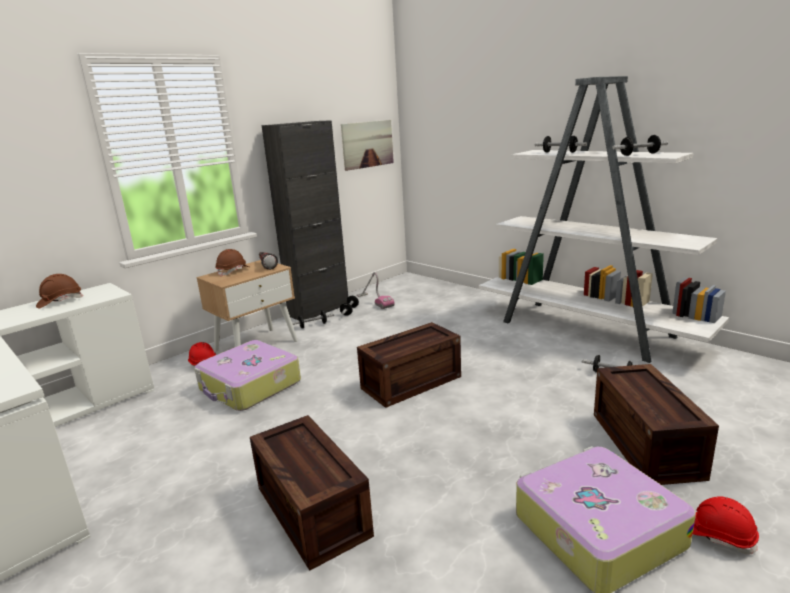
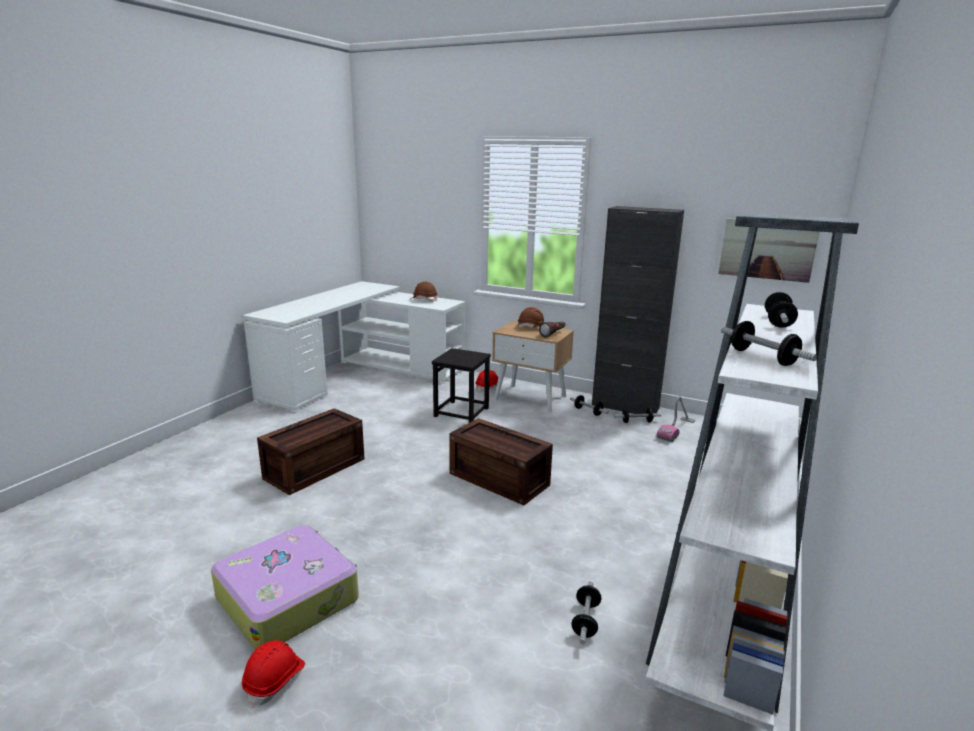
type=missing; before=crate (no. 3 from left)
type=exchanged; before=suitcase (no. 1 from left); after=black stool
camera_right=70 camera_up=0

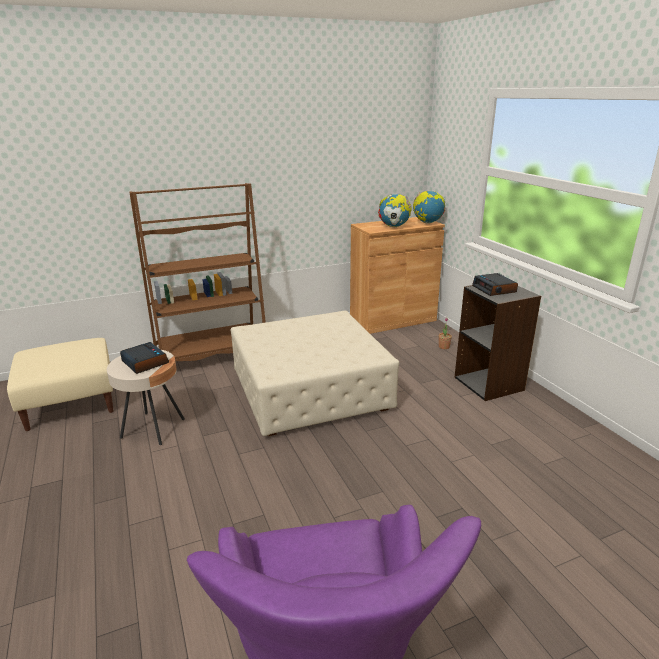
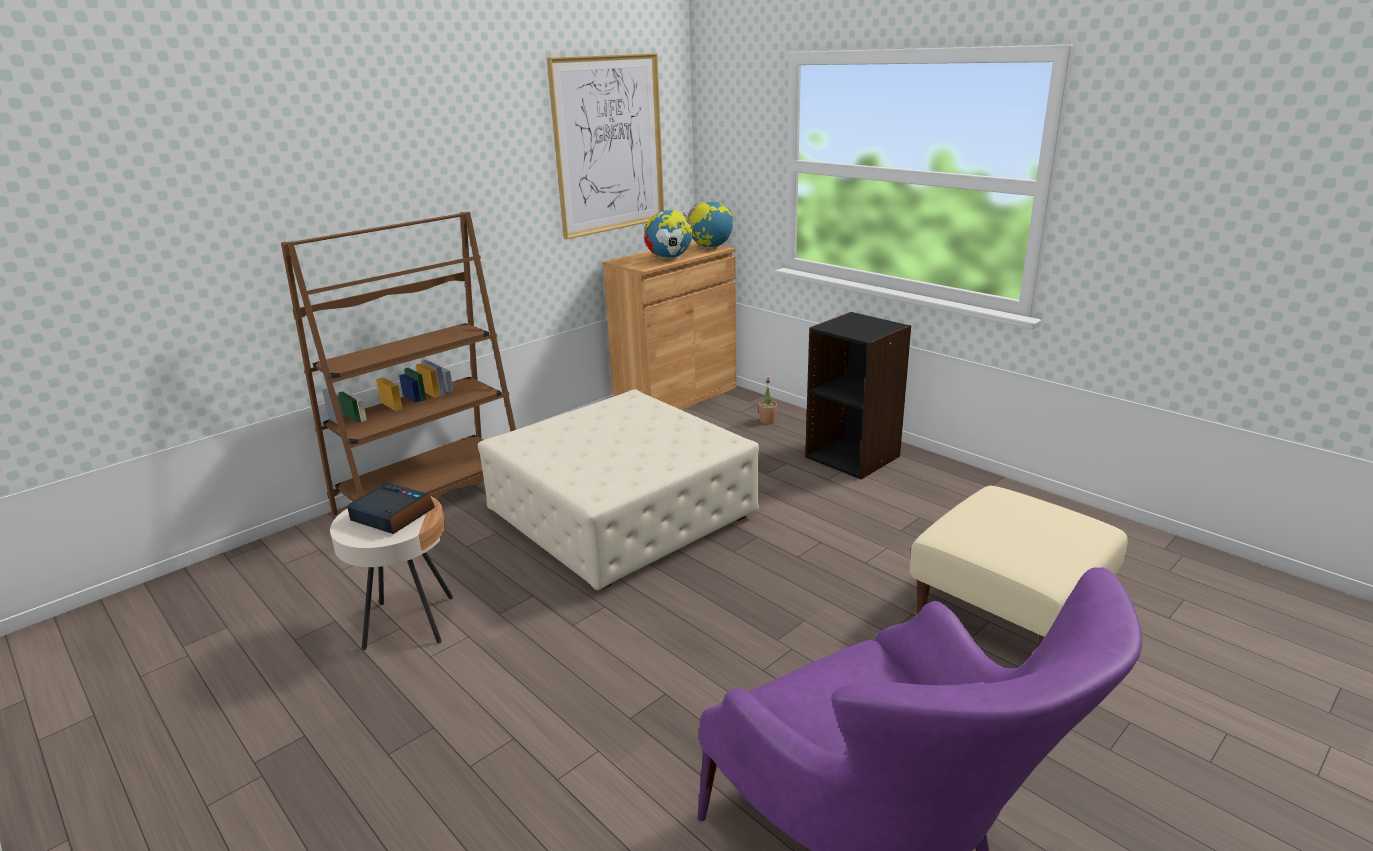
type=missing; before=alarm clock (no. 2 from left)
type=appeared; after=picture
type=relocated; before=beige ottoman (no. 1 from left in the first image); after=beige ottoman (no. 2 from left)
camera_right=-20 camera_up=0

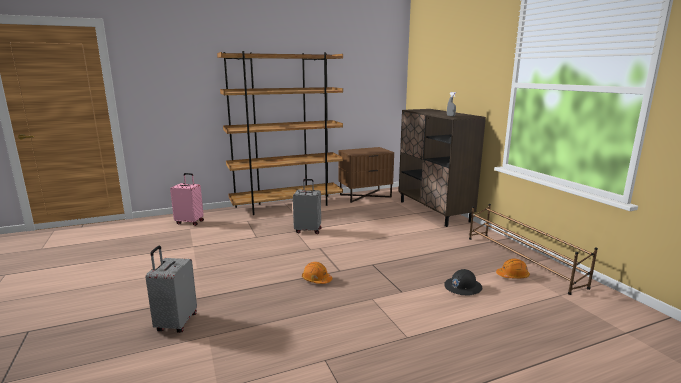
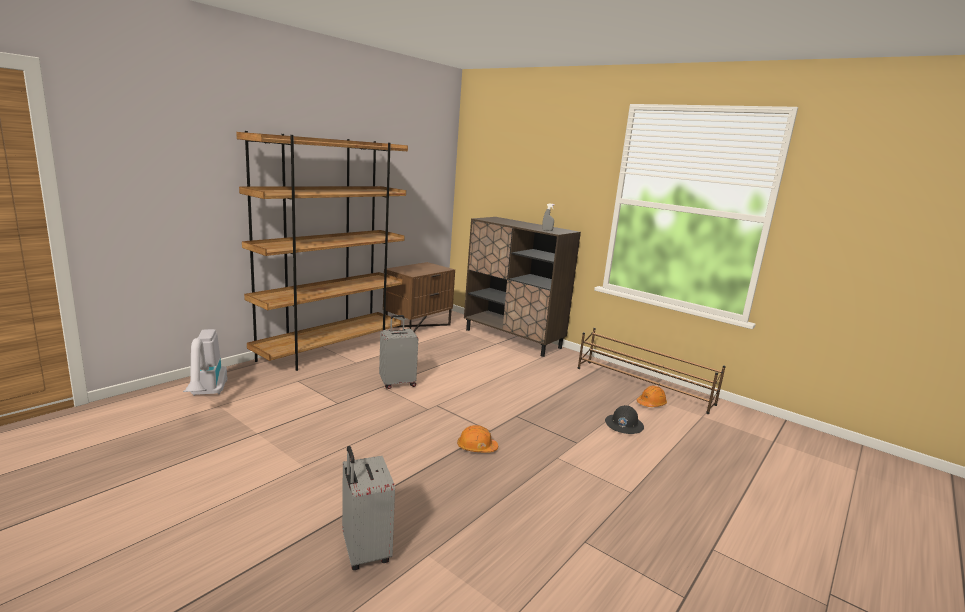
type=exchanged; before=pink suitcase; after=vacuum cleaner
camera_right=-30 camera_up=0

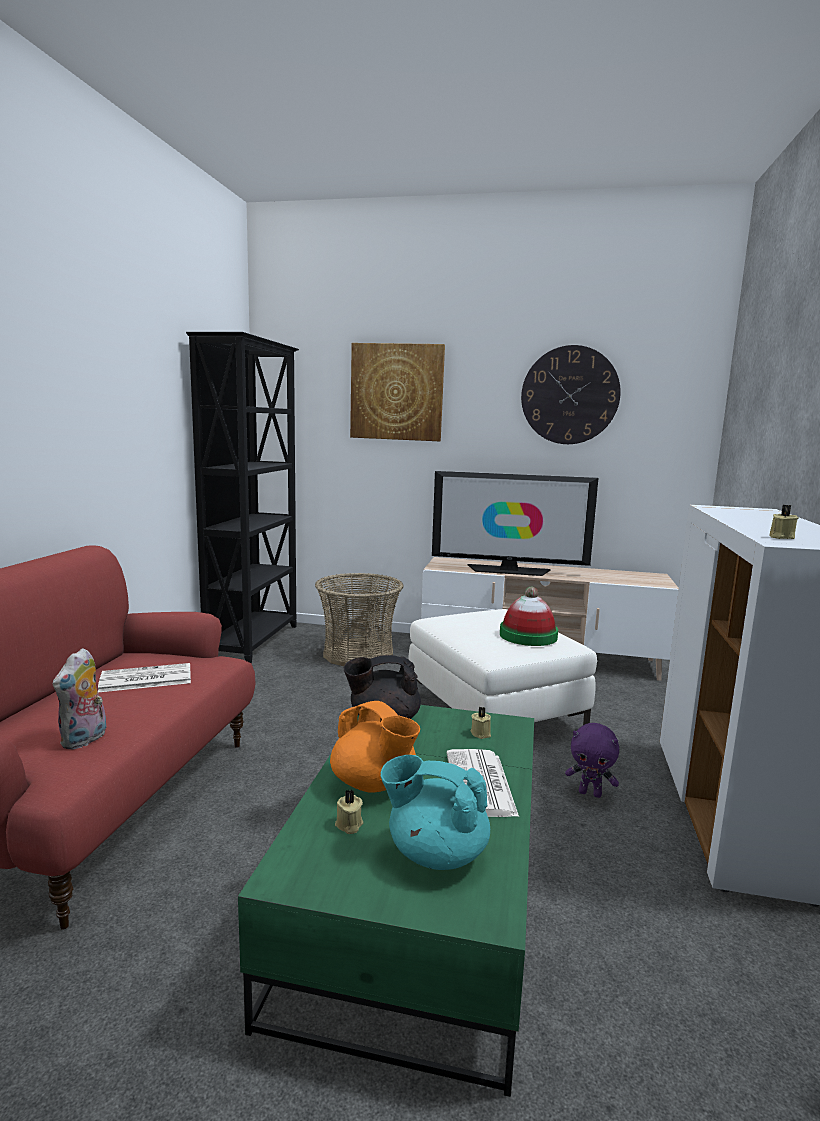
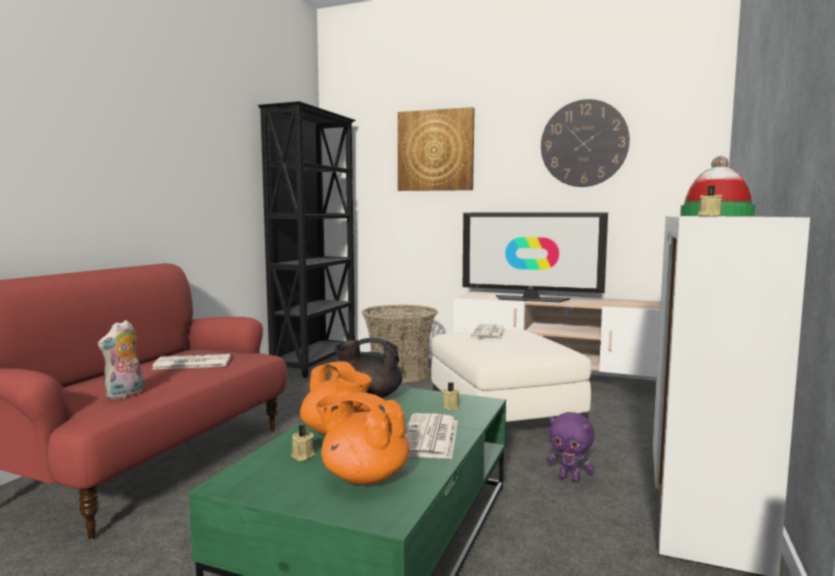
type=appeared; after=newspaper (no. 3 from left)
type=relocated; before=hat
type=colour; before=turquoise teapot; after=orange teapot (no. 2 from left)
camera_right=10 camera_up=-5

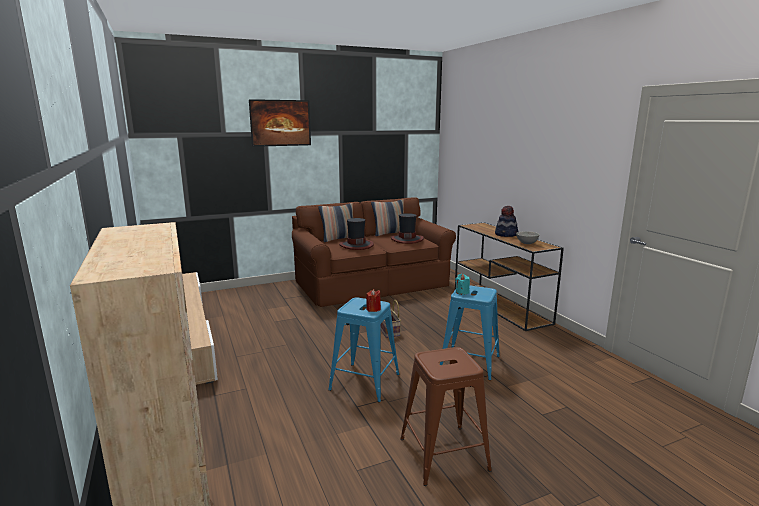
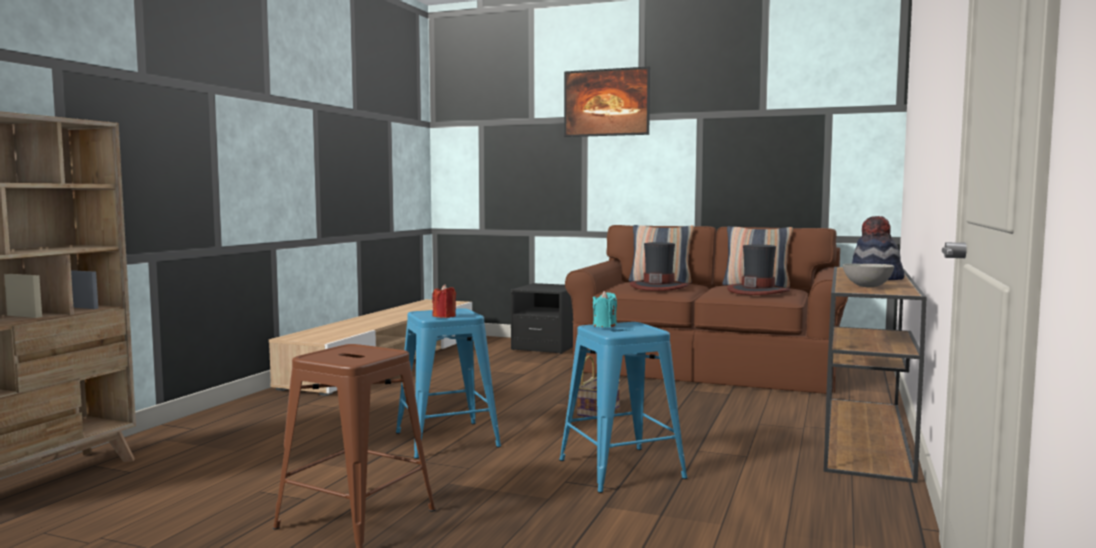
type=appeared; after=black nightstand
camera_right=45 camera_up=-10

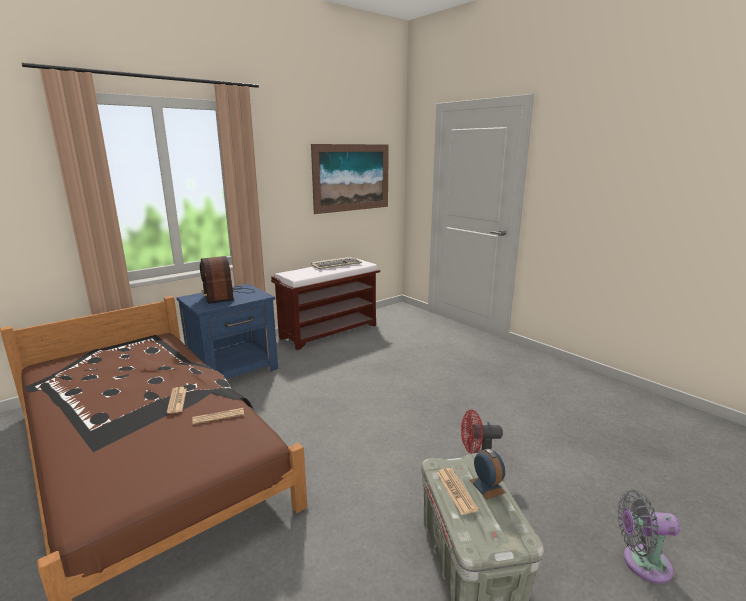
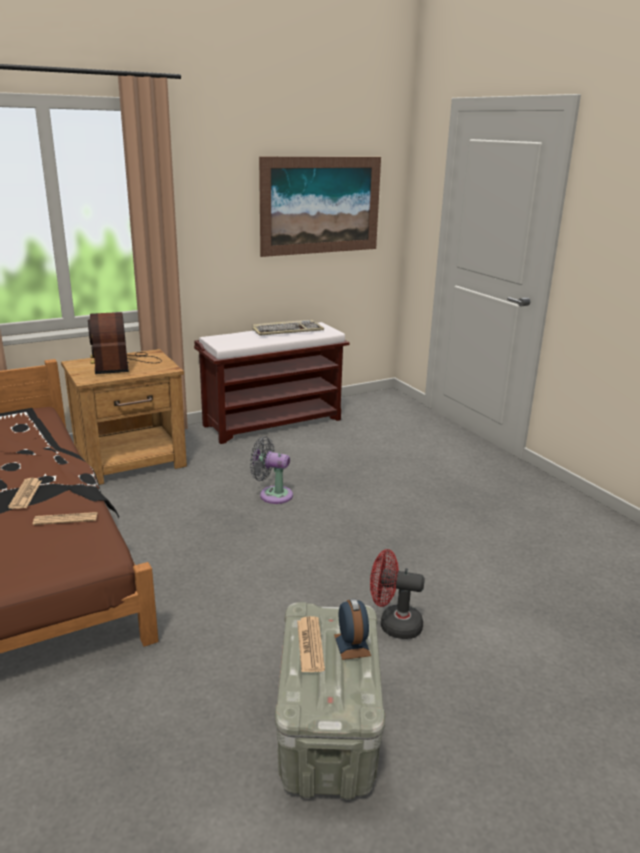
type=relocated; before=grey fan
type=colour; before=blue nightstand; after=brown nightstand
camera_right=10 camera_up=5

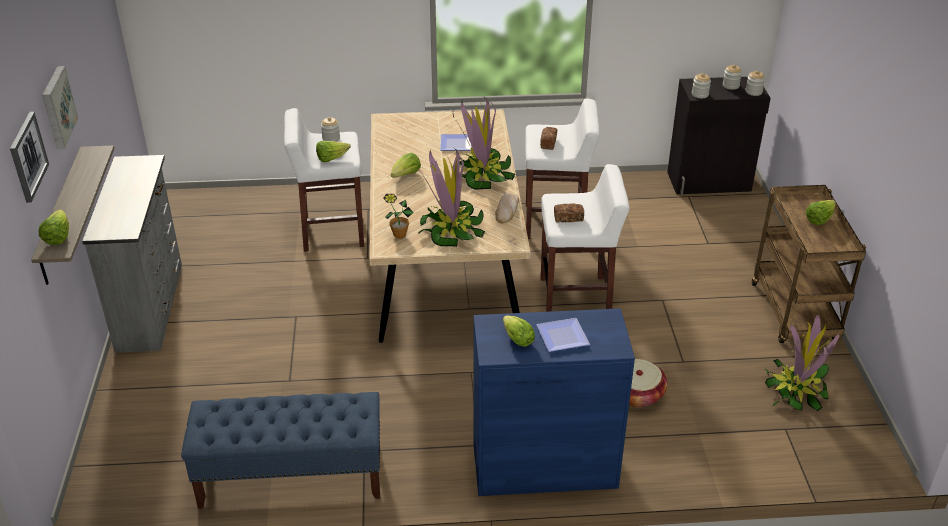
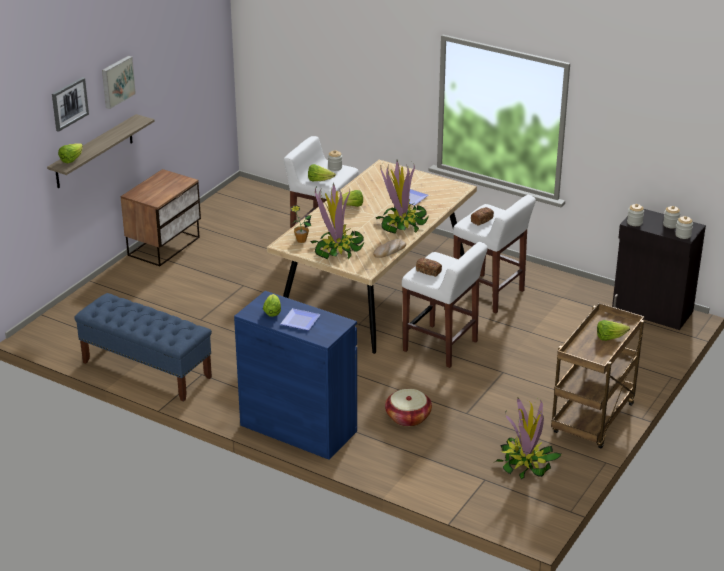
type=exchanged; before=grey dresser; after=nightstand
camera_right=35 camera_up=-5

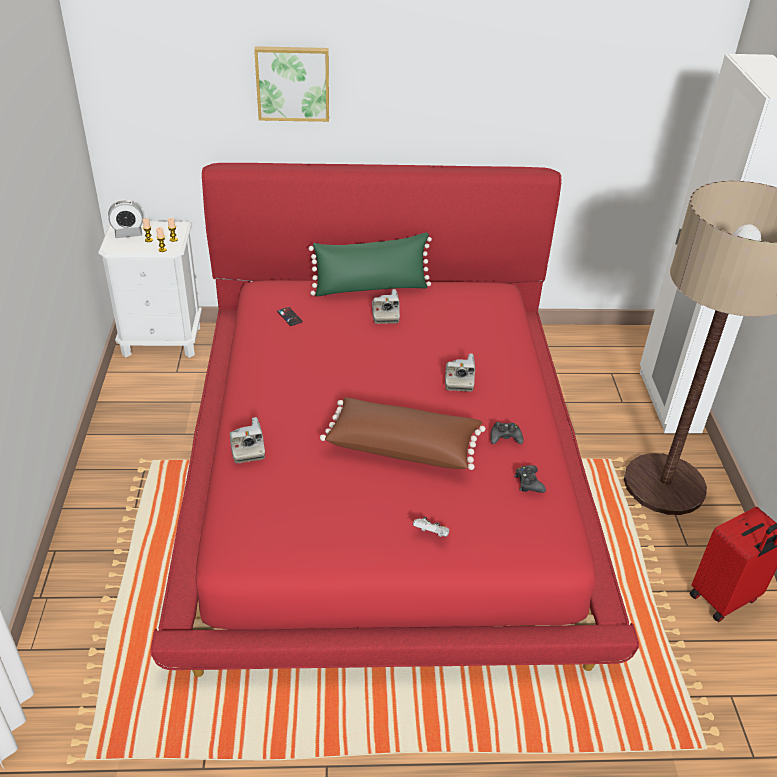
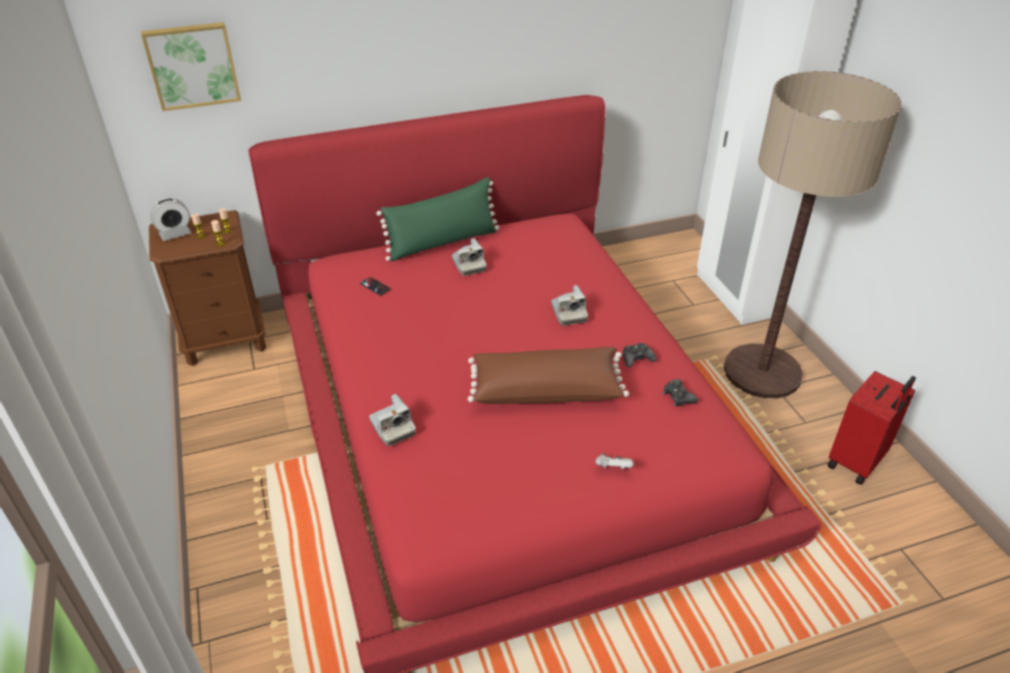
type=relocated; before=picture
type=colour; before=white nightstand; after=brown nightstand
camera_right=-15 camera_up=0

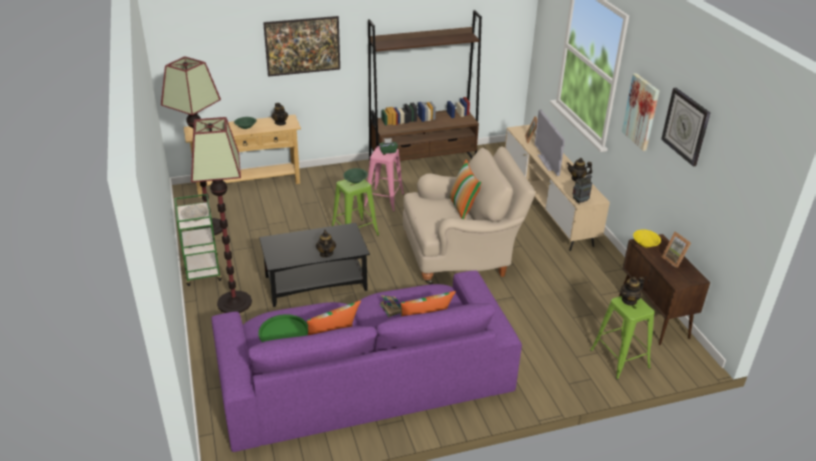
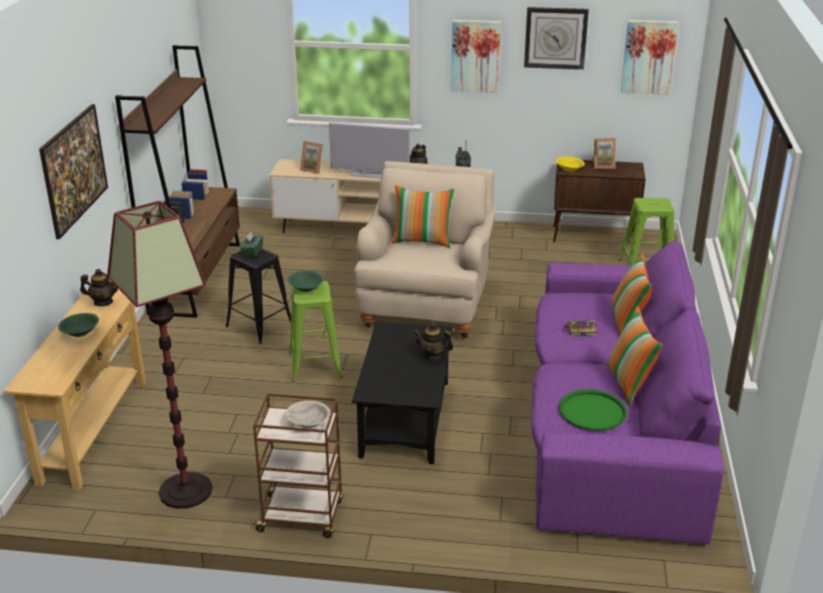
type=missing; before=floor lamp (no. 2 from left)
type=missing; before=teapot (no. 4 from left)
type=appeared; after=picture (no. 3 from left)
type=colour; before=green cart; after=brown cart
type=colour; before=pink stool; after=black stool
camera_right=-65 camera_up=-5

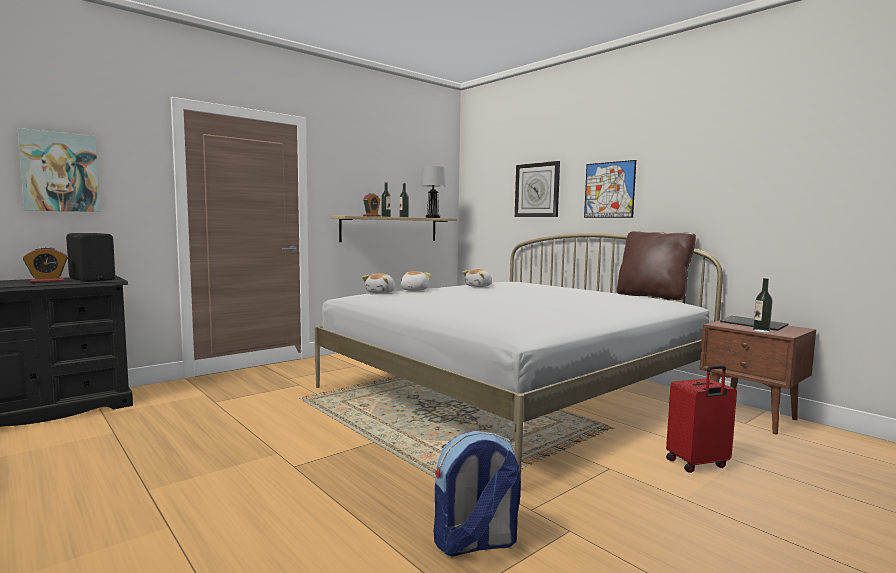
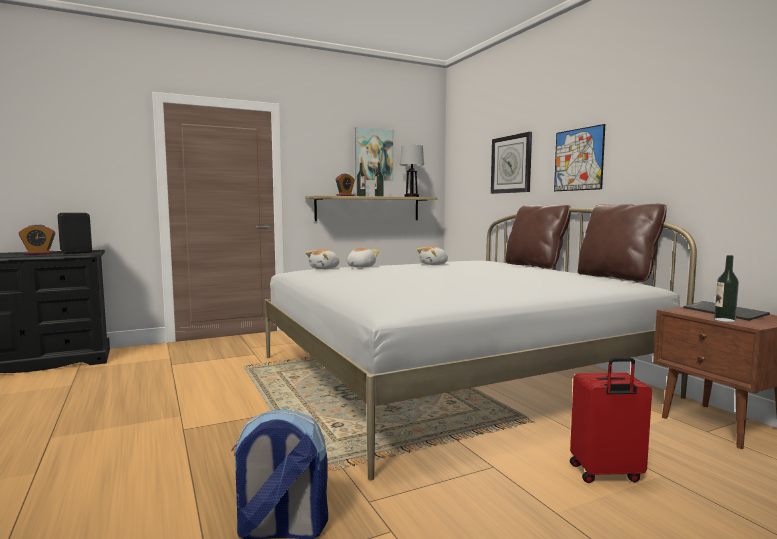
type=appeared; after=brown pillow (no. 1 from left)
type=relocated; before=picture (no. 1 from left)
camera_right=15 camera_up=0

